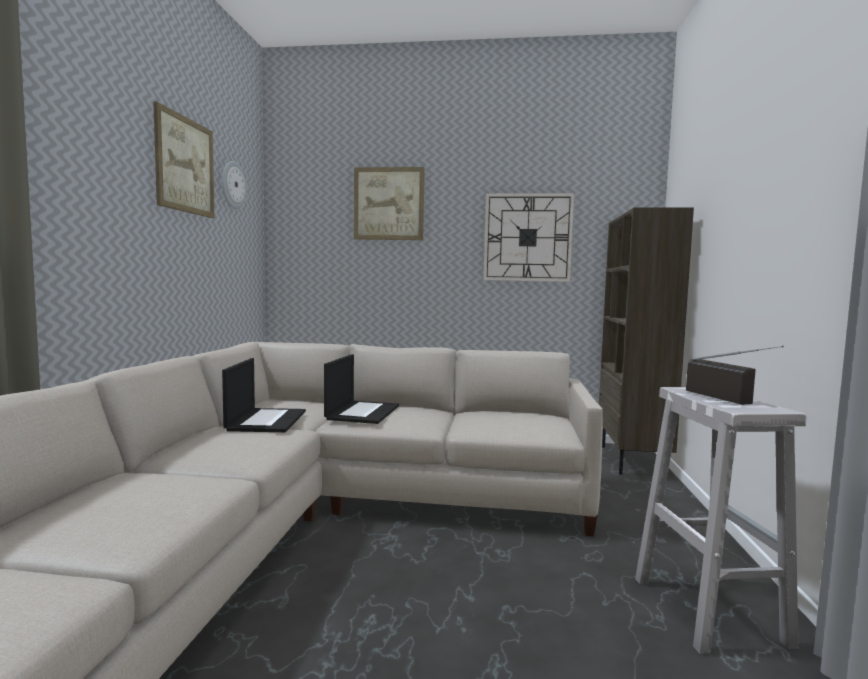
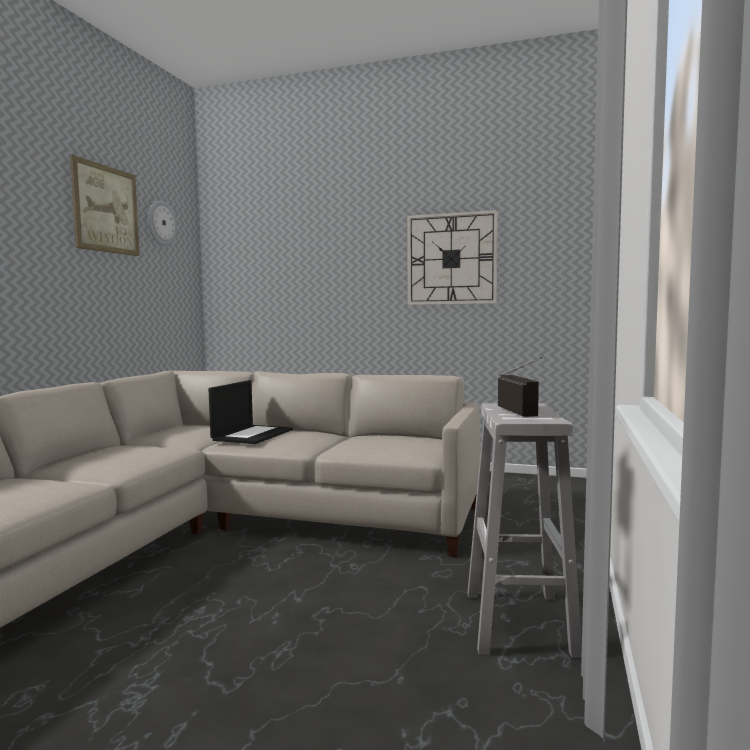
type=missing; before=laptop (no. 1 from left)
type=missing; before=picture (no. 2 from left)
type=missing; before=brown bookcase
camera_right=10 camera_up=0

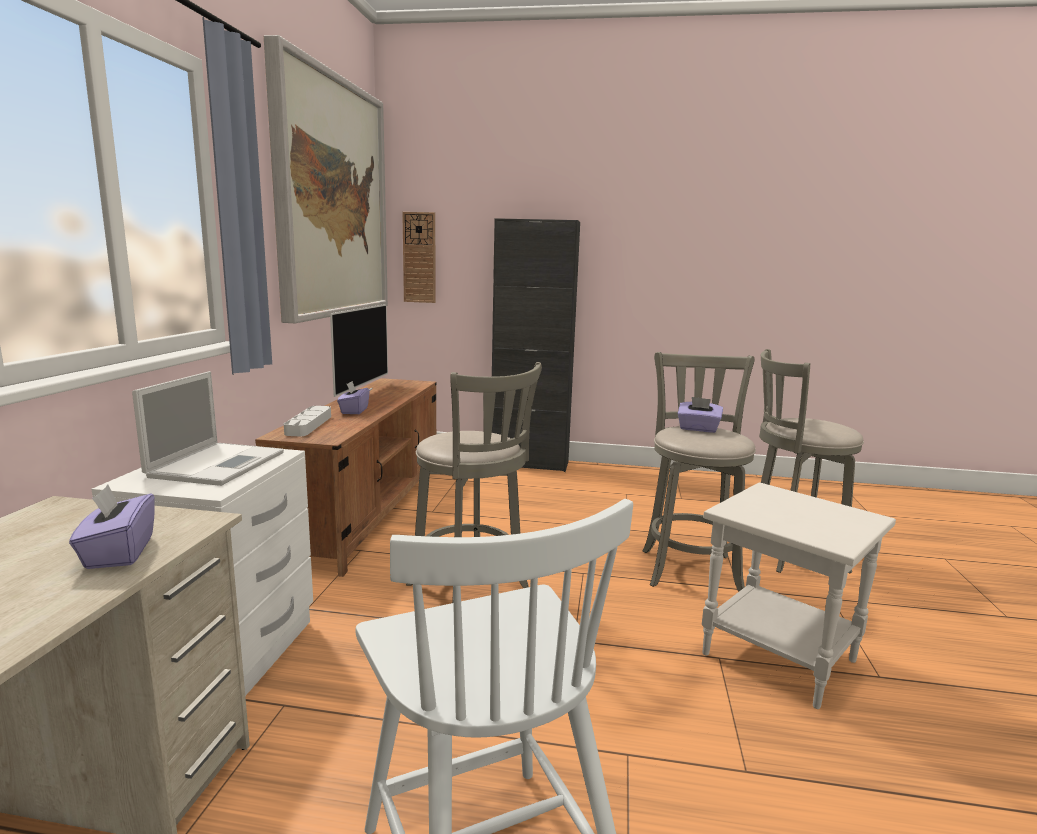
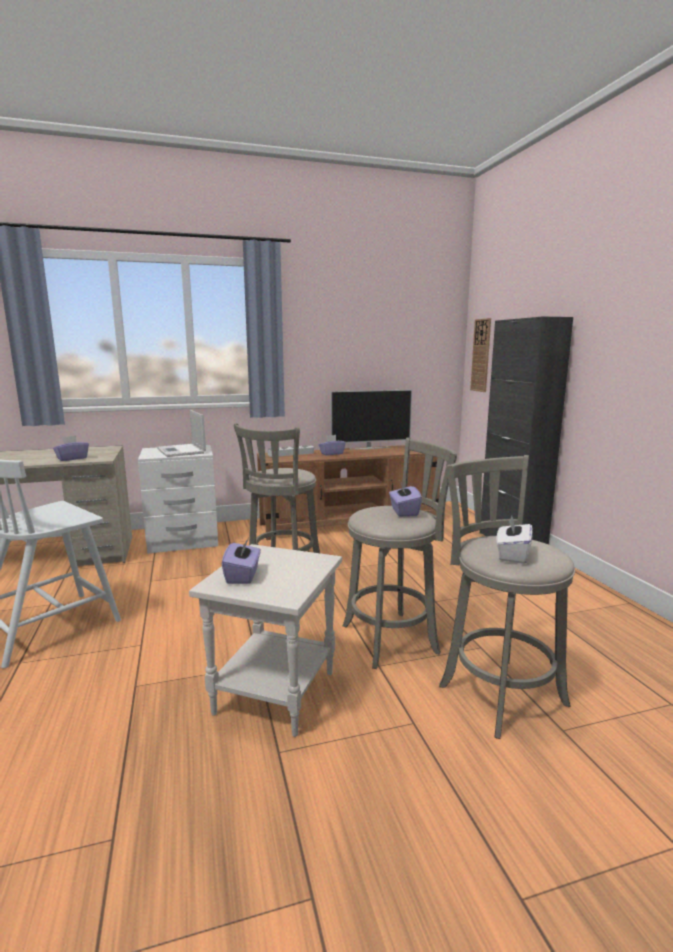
type=missing; before=picture
type=appeared; after=purple tissue box (no. 2 from left)
type=appeared; after=white tissue box
type=spun; before=laptop; turn=75
camera_right=65 camera_up=0

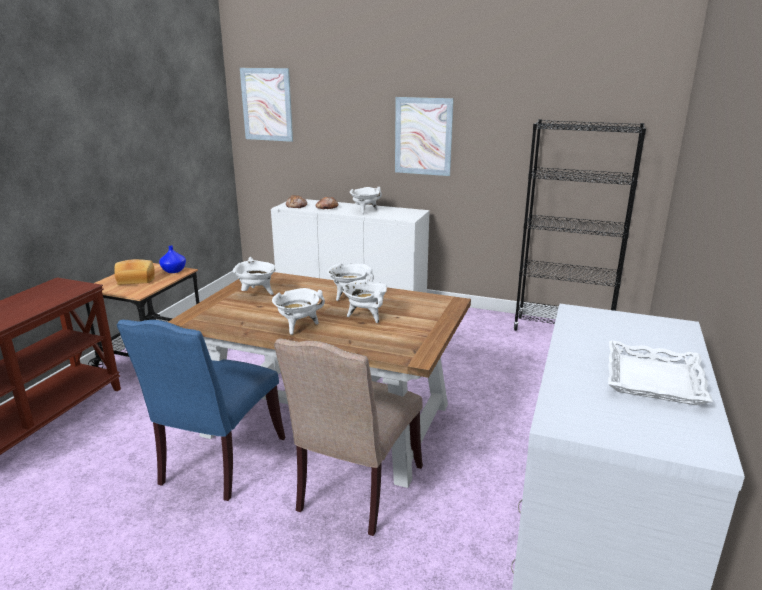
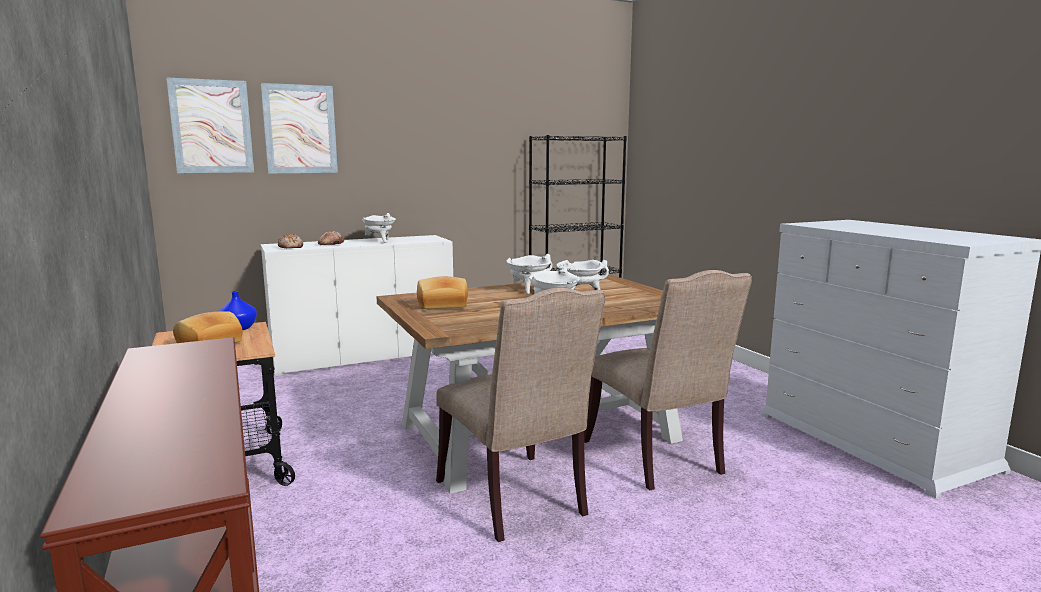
type=missing; before=white tray
type=relocated; before=picture (no. 2 from left)
type=exchanged; before=white cooking pot (no. 1 from left); after=bread (no. 4 from left)
type=colour; before=blue chair; after=beige chair (no. 1 from left)
camera_right=-45 camera_up=-10

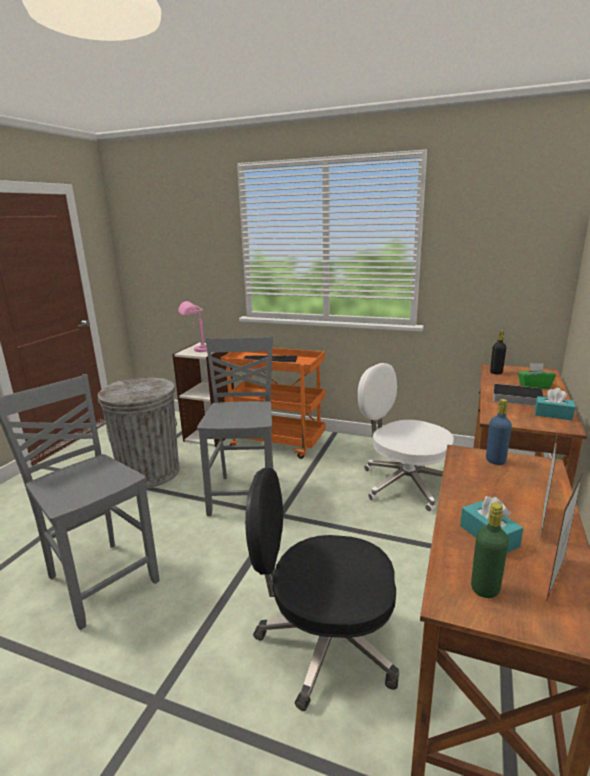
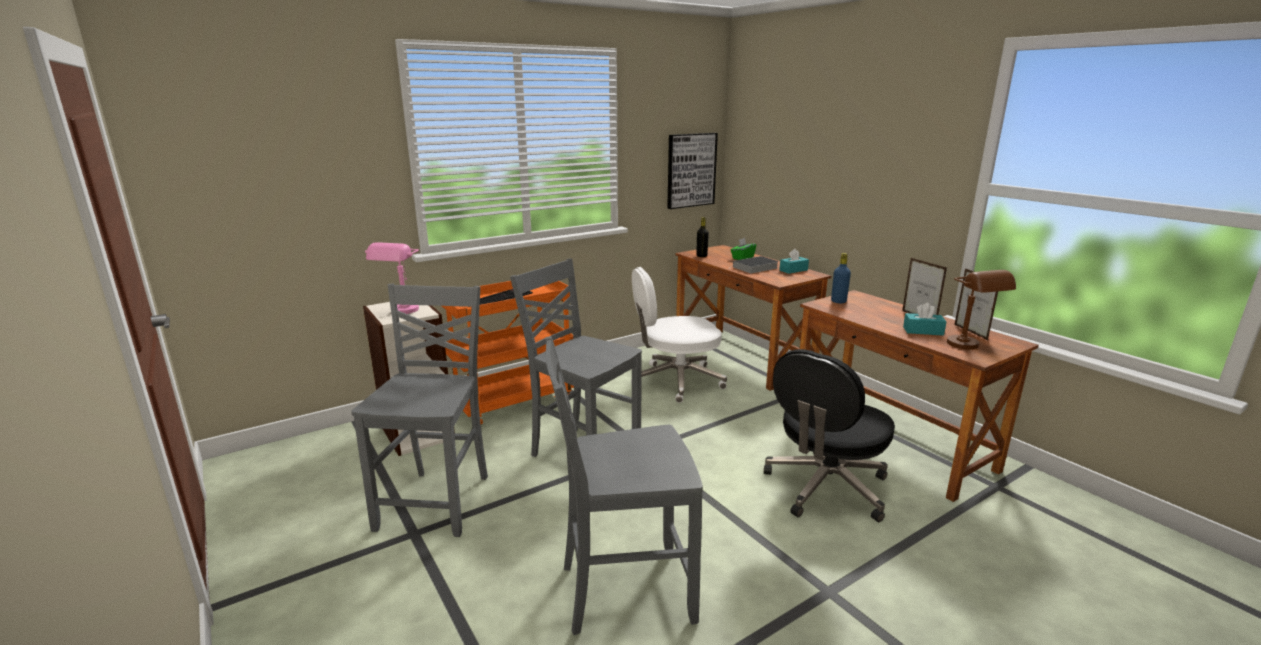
type=appeared; after=picture
type=exchanged; before=grey trash can; after=grey chair (no. 1 from left)
type=exchanged; before=green bottle; after=brown table lamp
camera_right=-55 camera_up=0

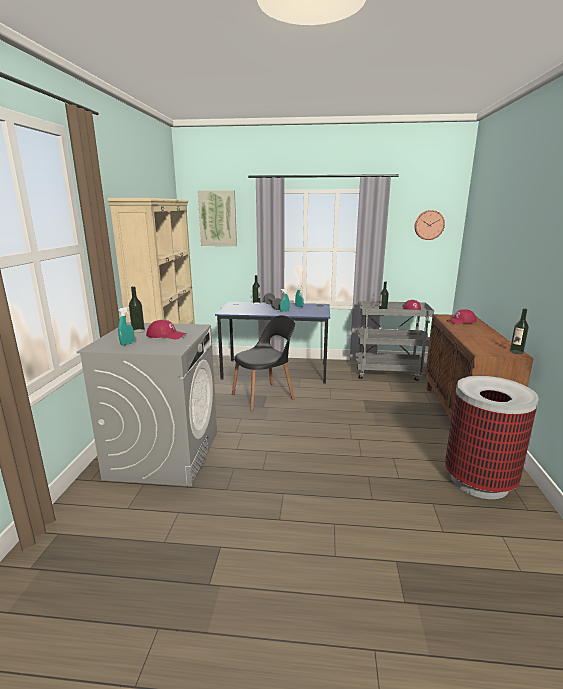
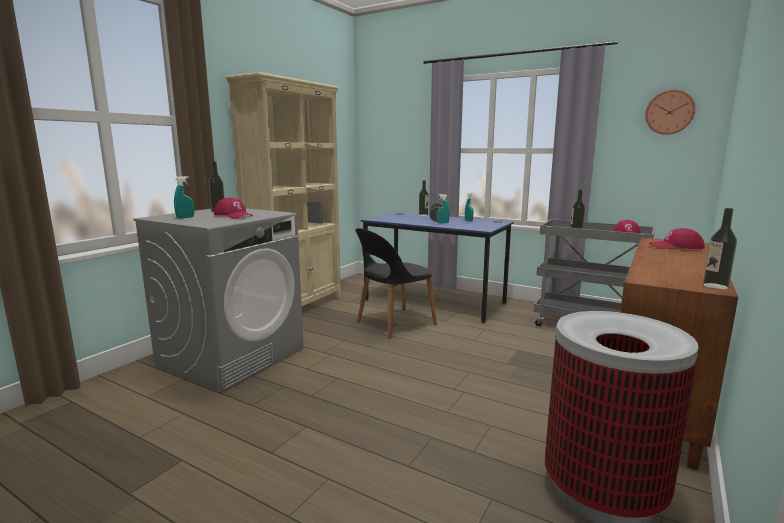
type=missing; before=picture
type=spun; before=black chair; turn=150
camera_right=25 camera_up=-5

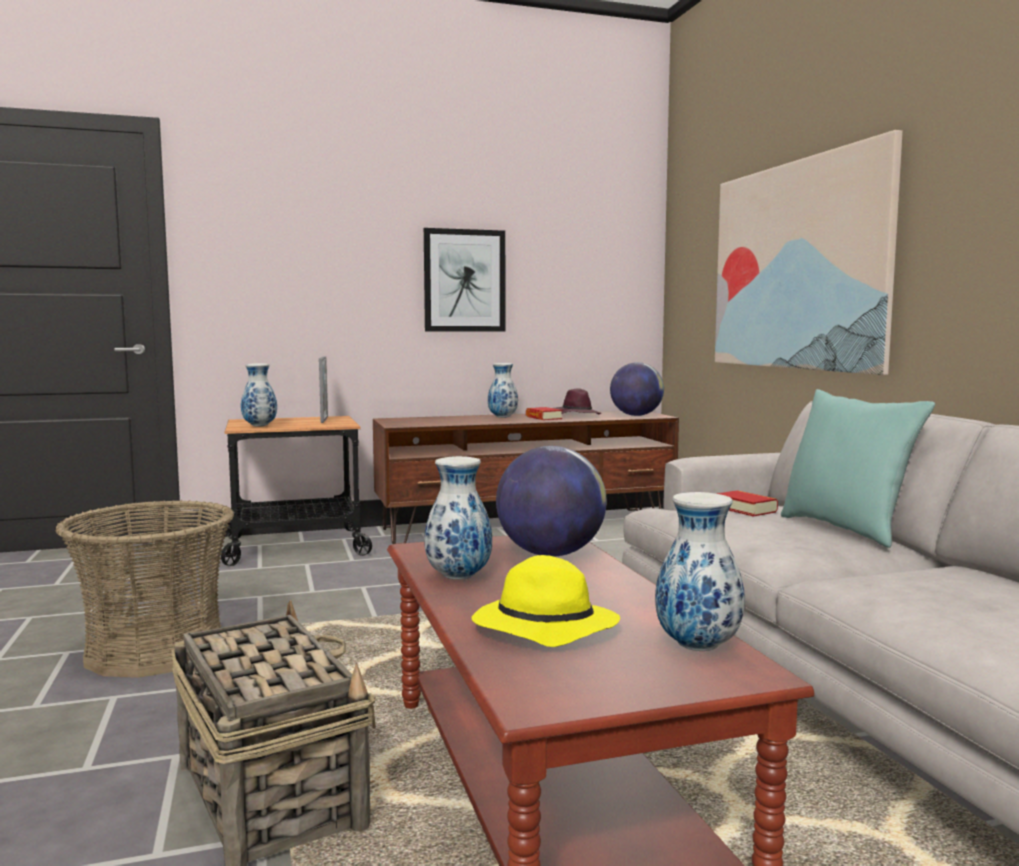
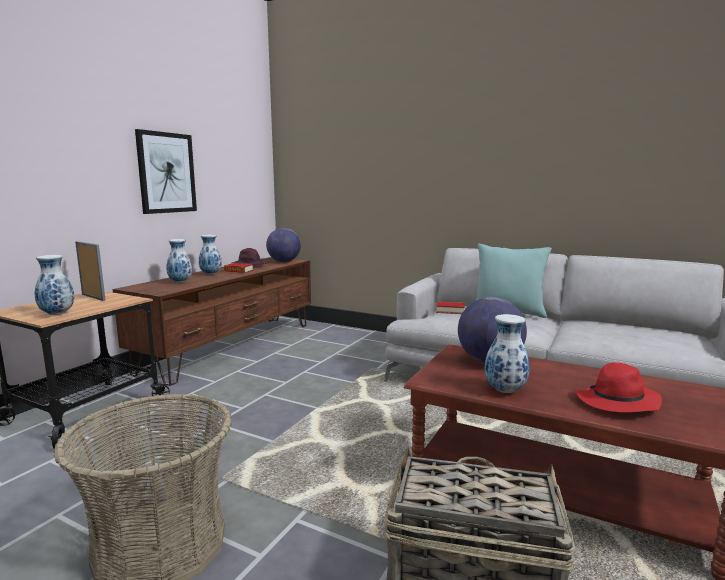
type=missing; before=picture (no. 2 from left)
type=relocated; before=vase (no. 4 from left in the first image); after=vase (no. 2 from left)
type=colour; before=yellow hat; after=red hat
camera_right=-45 camera_up=5

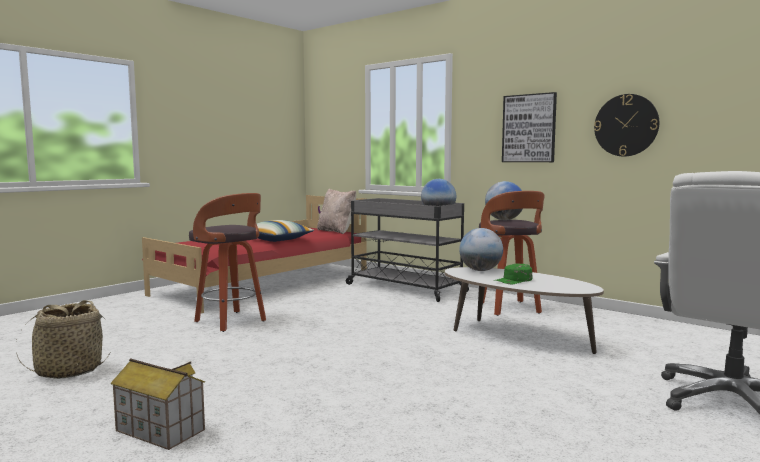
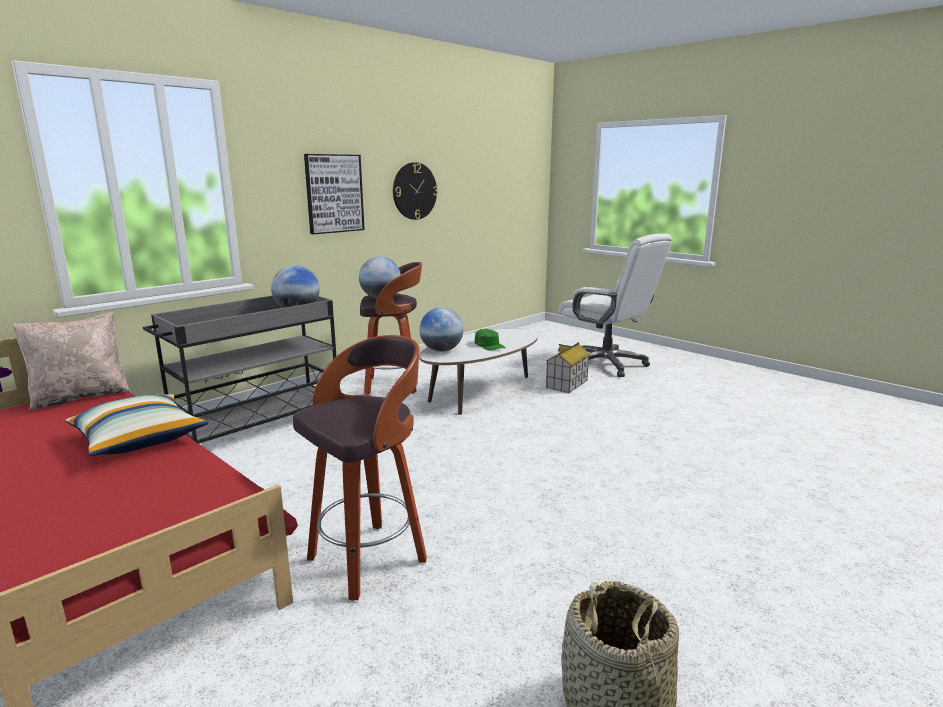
type=relocated; before=toy house
camera_right=-85 camera_up=10

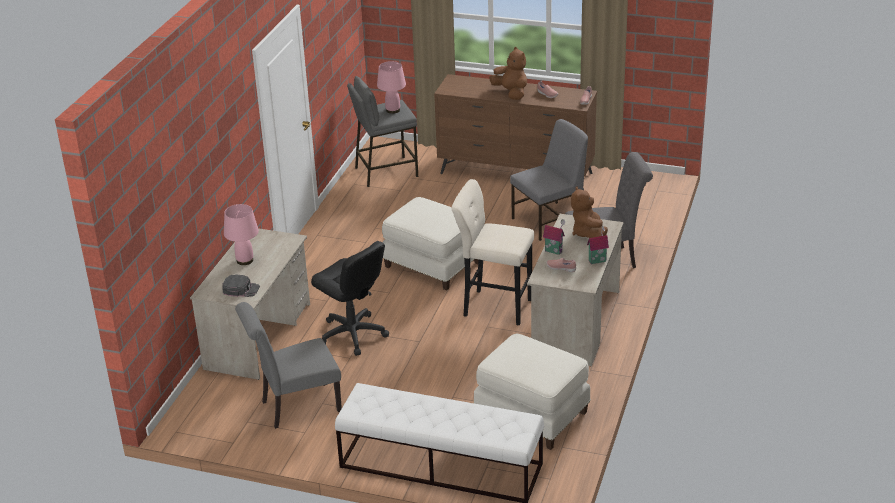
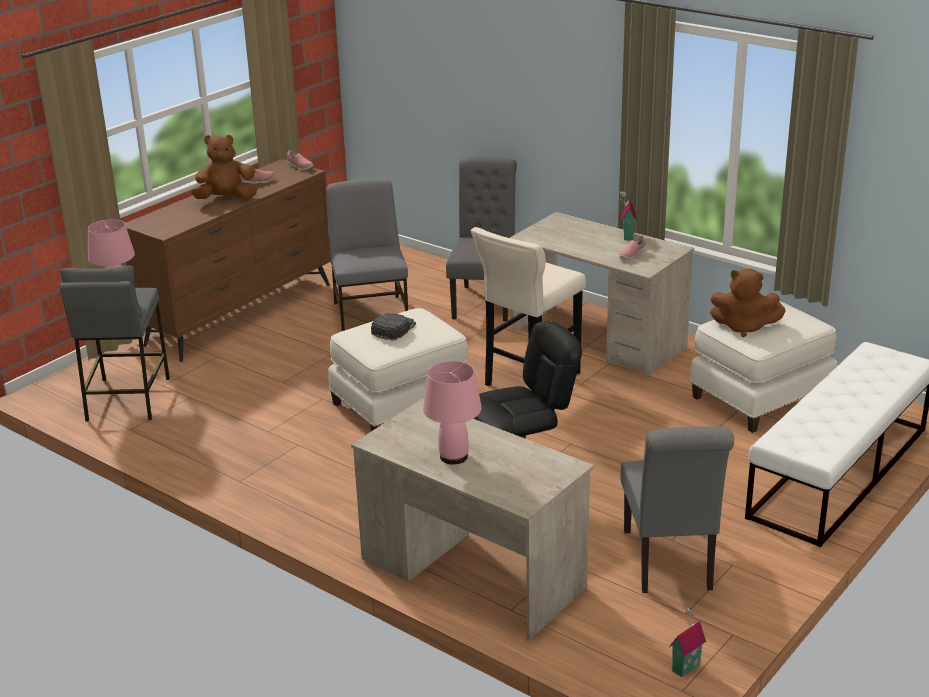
type=relocated; before=black cap
type=relocated; before=toy house (no. 1 from left in the first image); after=toy house (no. 2 from left)
type=relocated; before=brown plush toy (no. 2 from left)
camera_right=-70 camera_up=-5

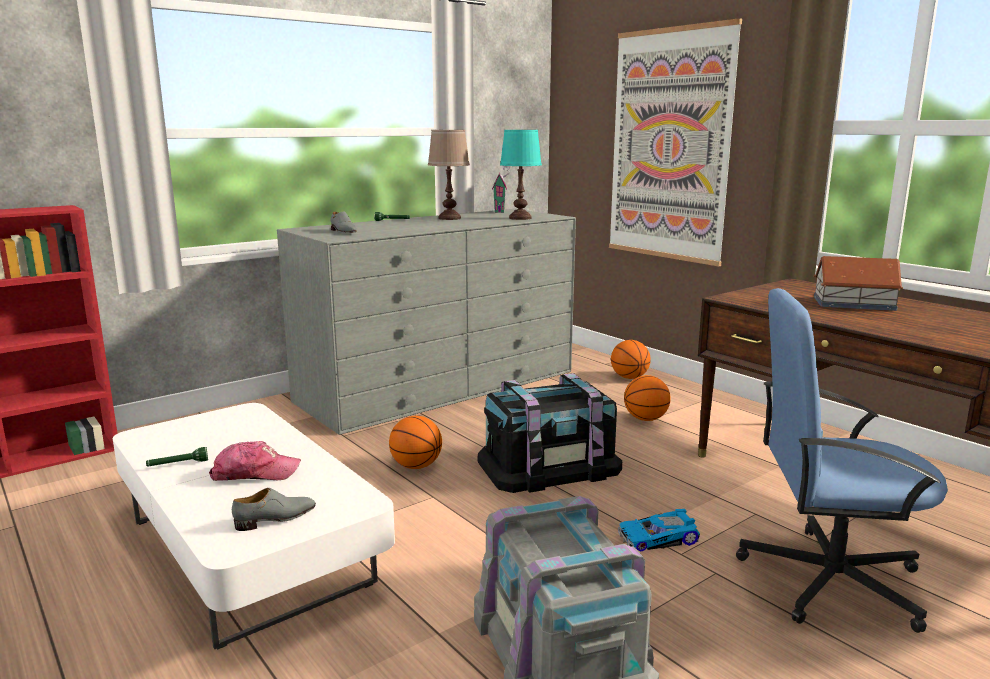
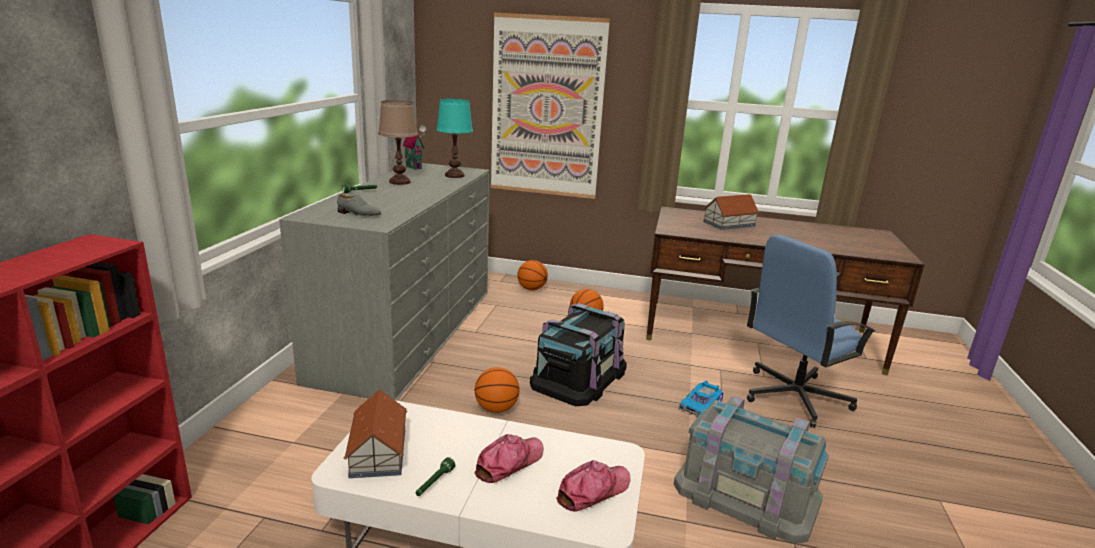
type=appeared; after=toy house (no. 1 from left)
type=exchanged; before=grey shoe (no. 1 from left); after=cap (no. 2 from left)
camera_right=-40 camera_up=5

